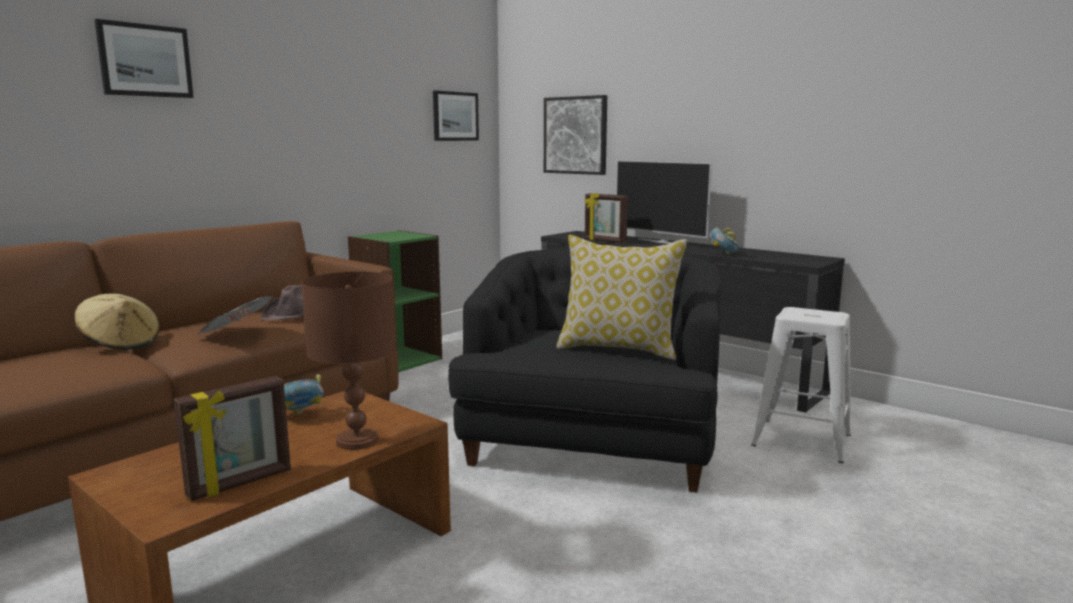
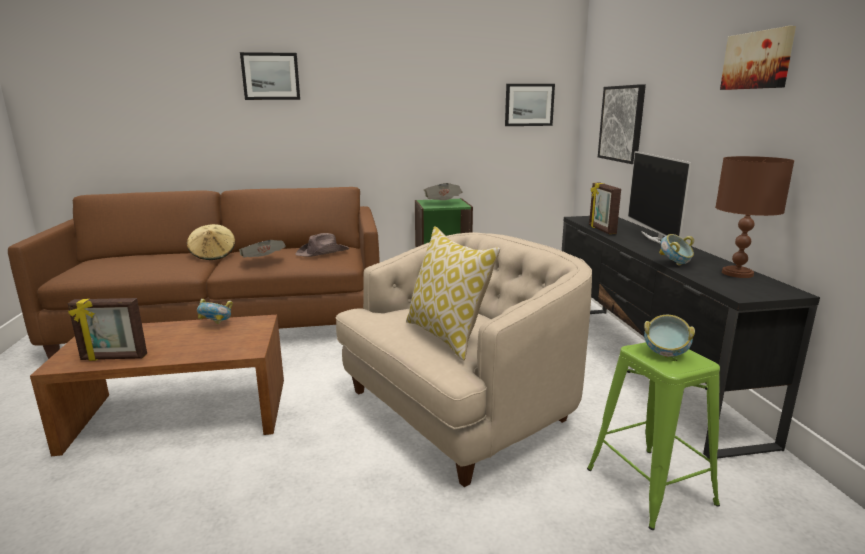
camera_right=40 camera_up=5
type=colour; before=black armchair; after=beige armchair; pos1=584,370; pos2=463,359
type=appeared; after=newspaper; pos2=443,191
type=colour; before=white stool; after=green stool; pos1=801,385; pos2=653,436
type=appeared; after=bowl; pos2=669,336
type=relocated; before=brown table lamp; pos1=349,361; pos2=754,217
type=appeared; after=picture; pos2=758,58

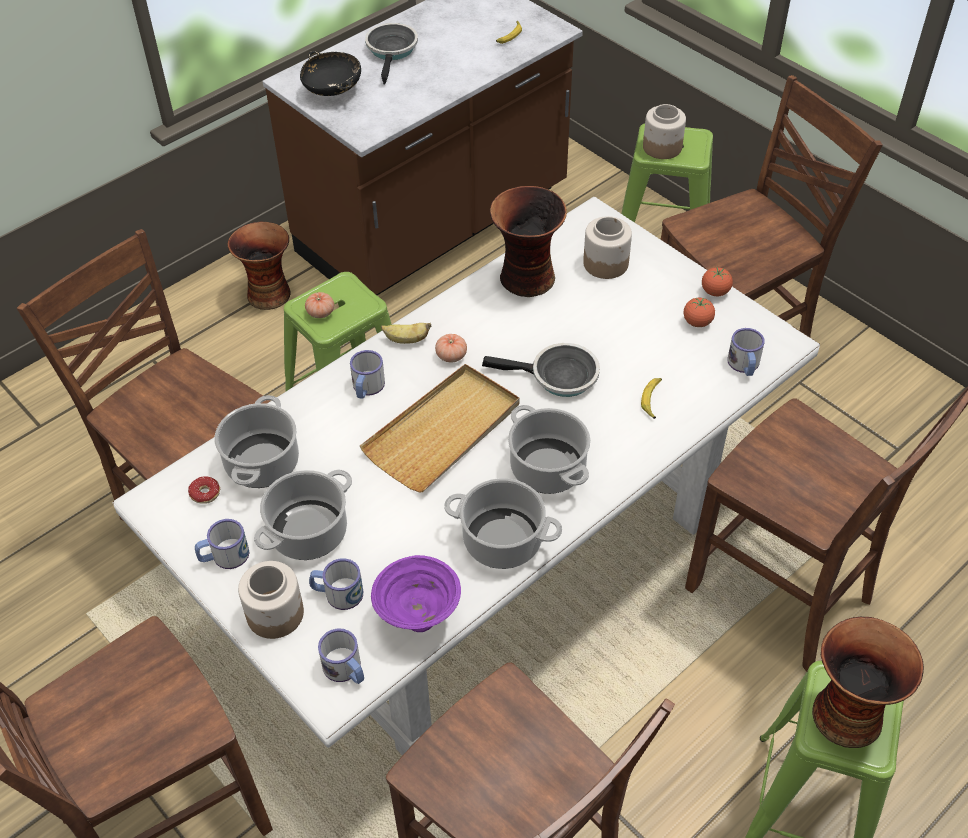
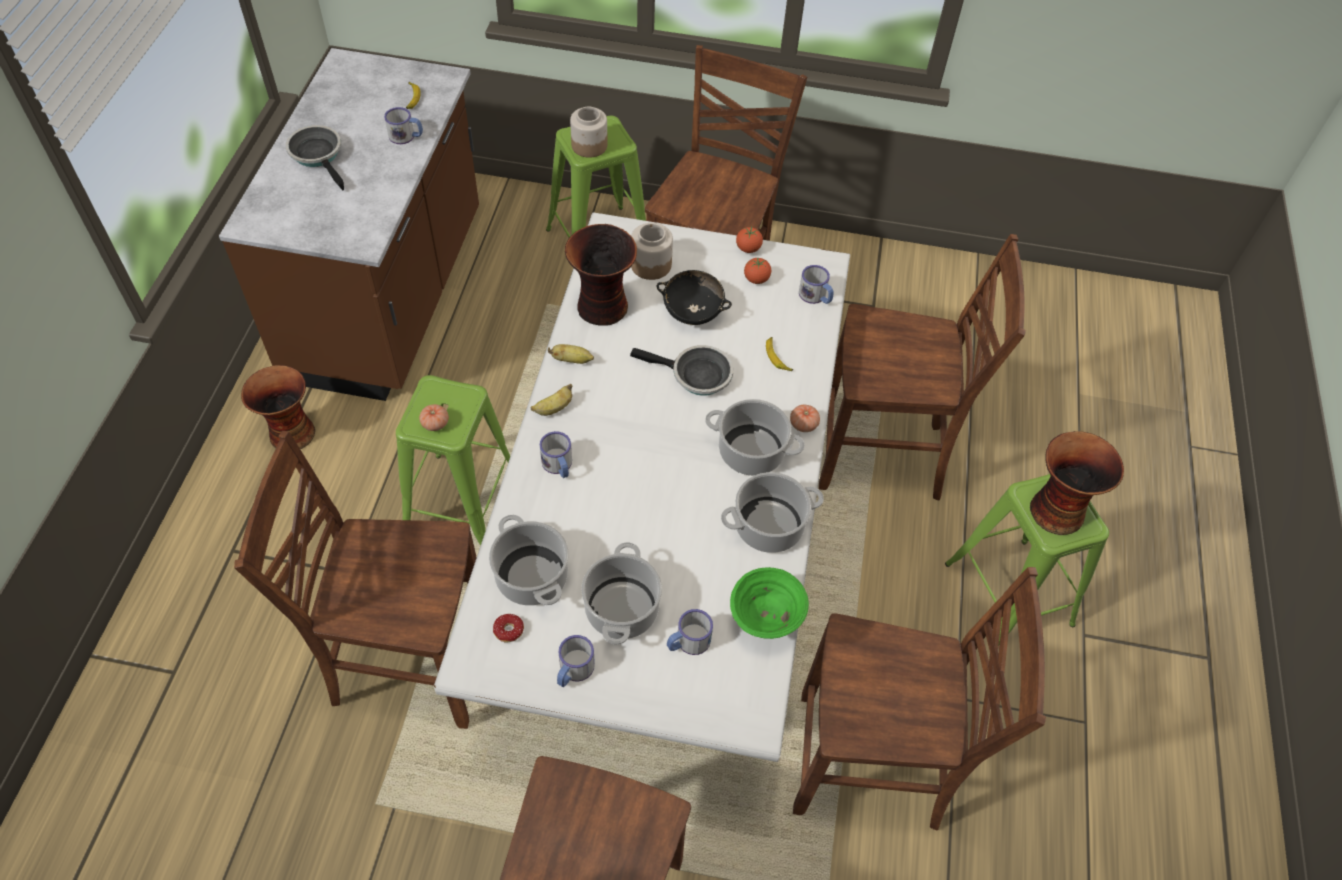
camera_right=-40 camera_up=5
type=relocated; before=mug; pos1=341,656; pos2=403,125
type=appeared; after=banana; pos2=571,354
type=spun; before=frying pan; pos1=541,370; pos2=681,370; turn=45
type=relocated; before=black bowl; pos1=330,73; pos2=694,297
type=colour; before=purple bowl; after=green bowl; pos1=416,593; pos2=769,603
type=relocated; before=tomato; pos1=451,348; pos2=805,418
type=missing; before=jar; pos1=271,600
type=missing; before=beige tray; pos1=440,428

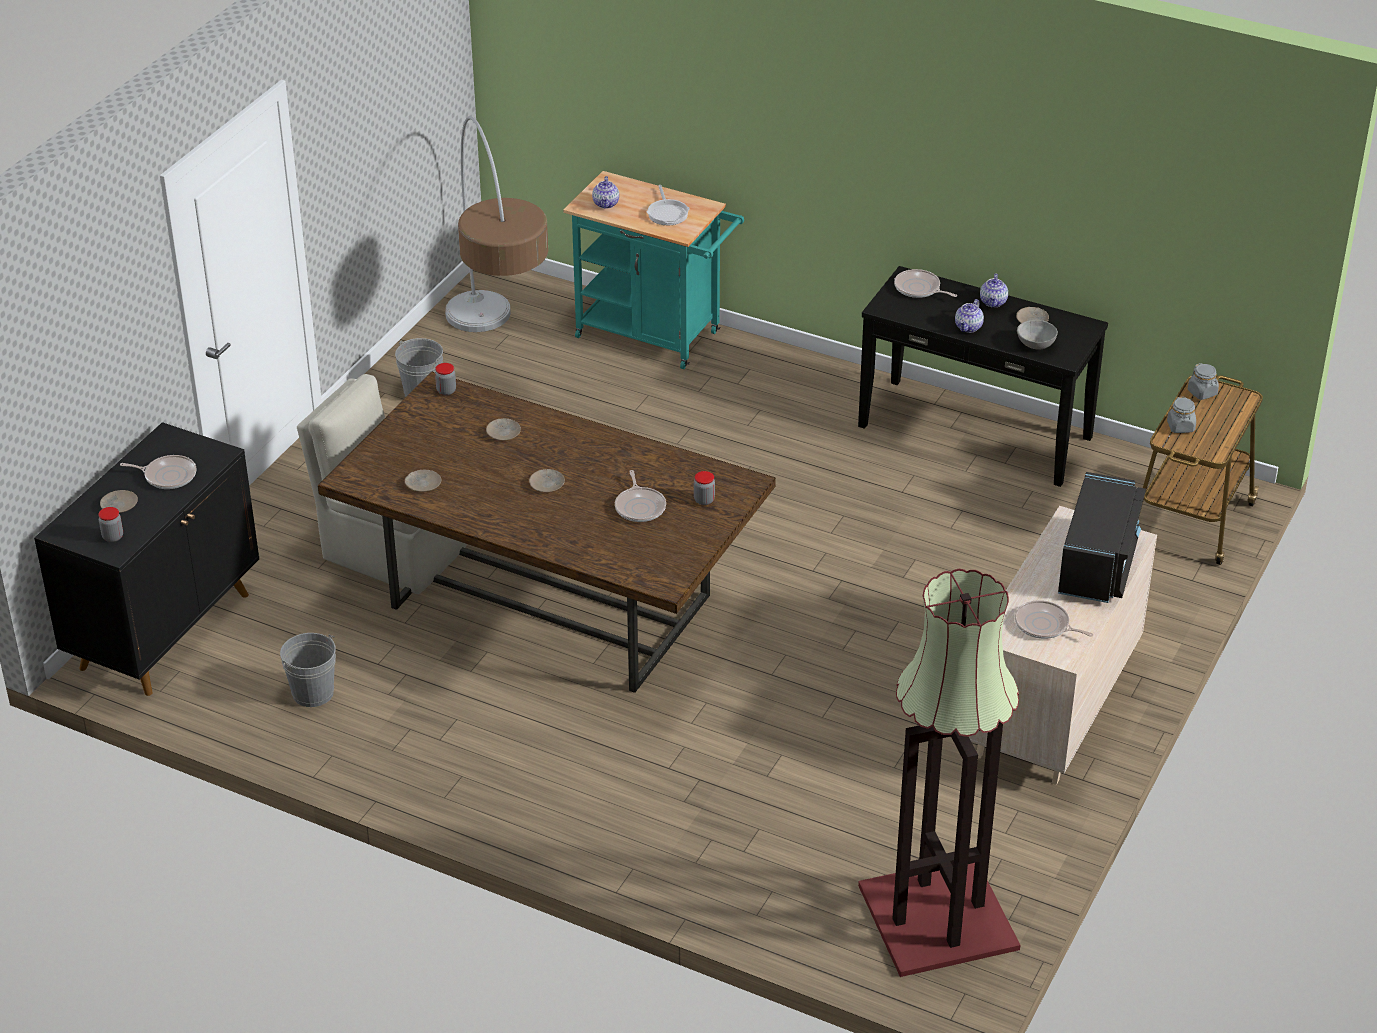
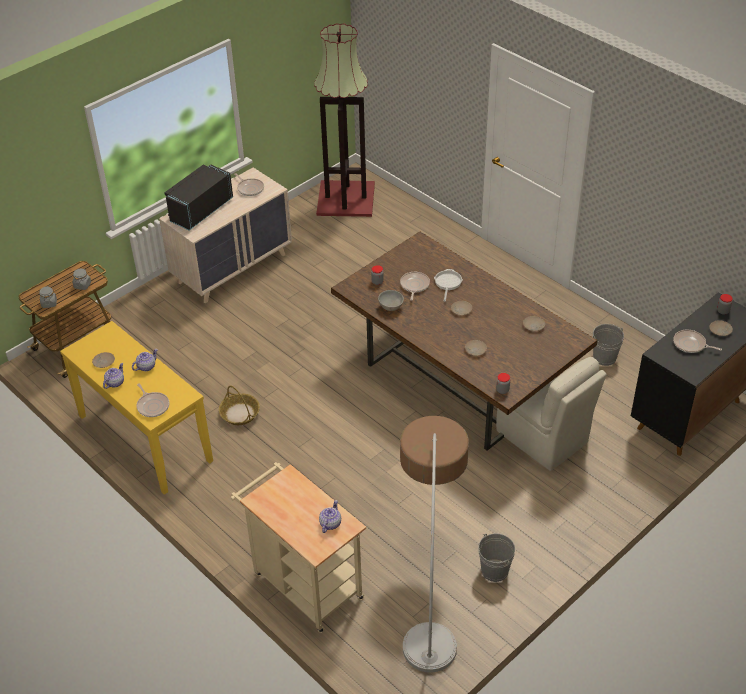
camera_right=-160 camera_up=5
type=colour; before=black console table; after=yellow console table; pos1=983,376; pos2=136,408
type=appeared; after=basket; pos2=239,405
type=colour; before=turquoise cart; after=beige cart; pos1=653,270; pos2=298,547
type=relocated; before=grey bowl; pos1=1037,335; pos2=391,300
type=relocated; before=frying pan; pos1=668,205; pos2=448,285

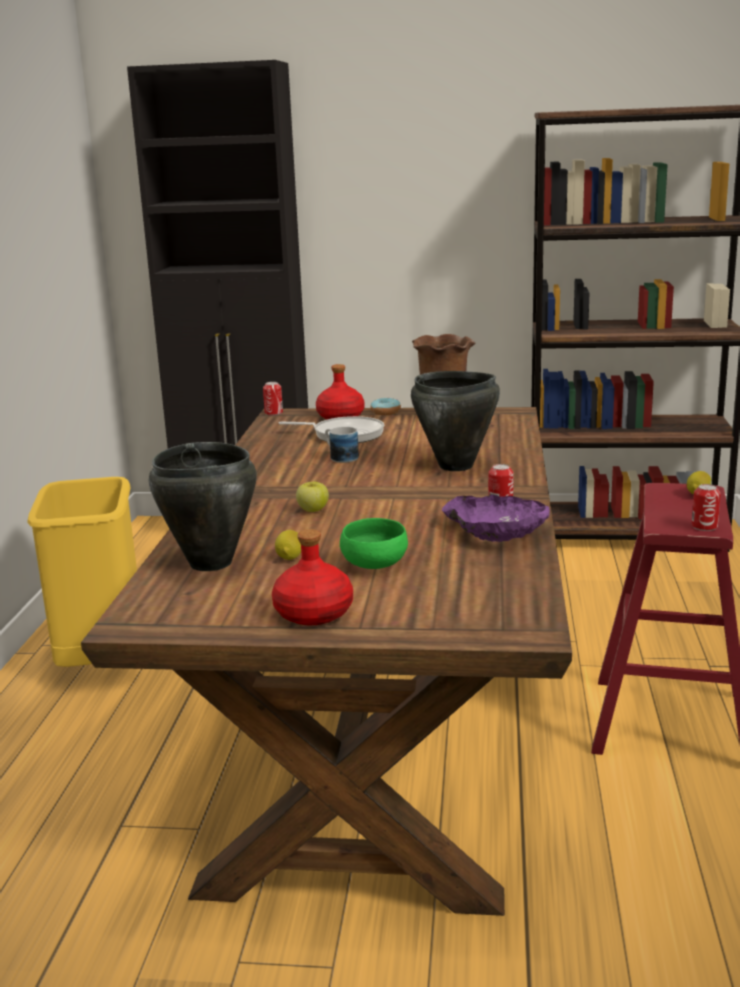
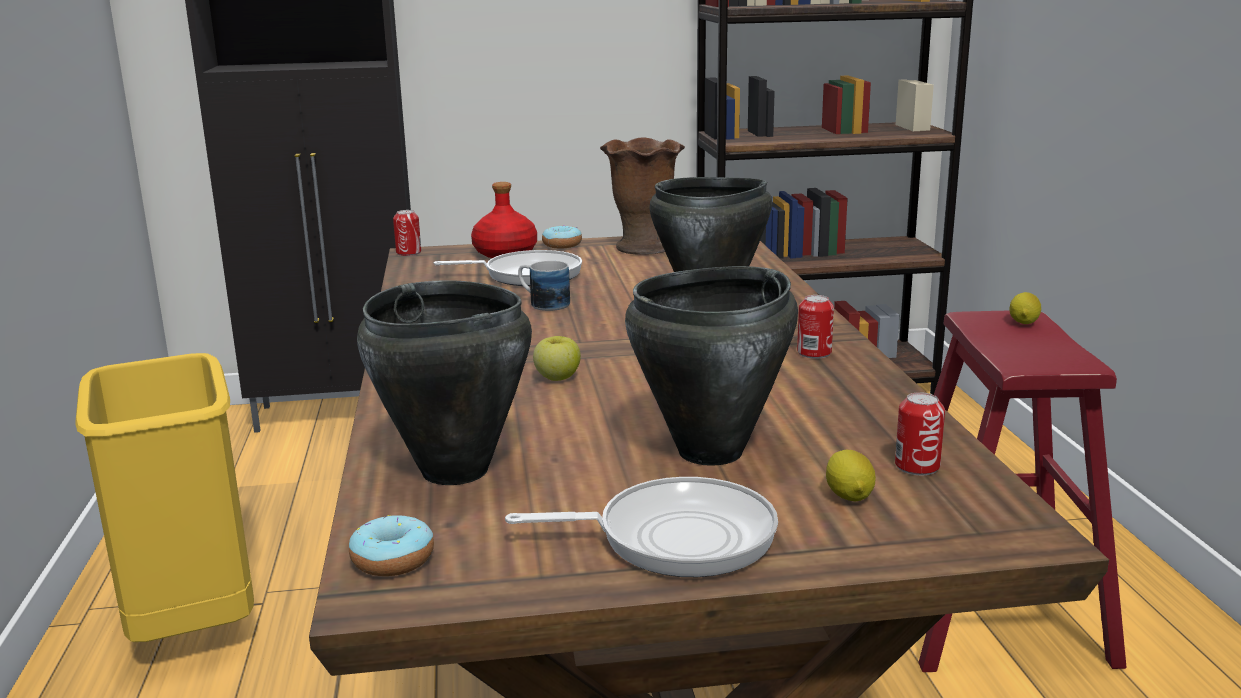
camera_right=-15 camera_up=0
type=appeared; after=donut; pos2=391,545
type=exchanged; before=red bottle; after=frying pan; pos1=312,577; pos2=641,527
type=exchanged; before=green bowl; after=black cooking pot; pos1=374,543; pos2=711,365
type=relocated; before=lemon; pos1=288,545; pos2=851,475
type=relocated; before=can; pos1=706,507; pos2=920,433
type=missing; before=purple bowl; pos1=496,518

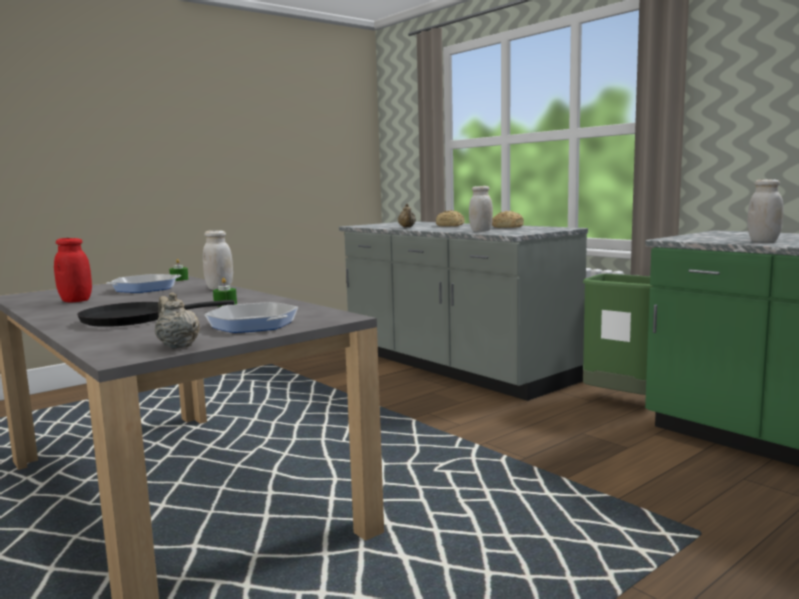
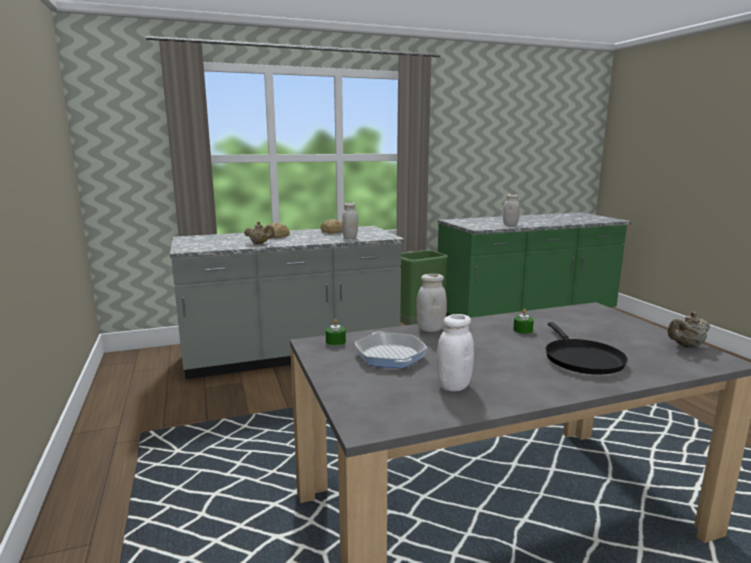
camera_right=-70 camera_up=5
type=colour; before=red jar; after=white jar; pos1=73,270; pos2=455,352
type=missing; before=frying pan; pos1=251,317

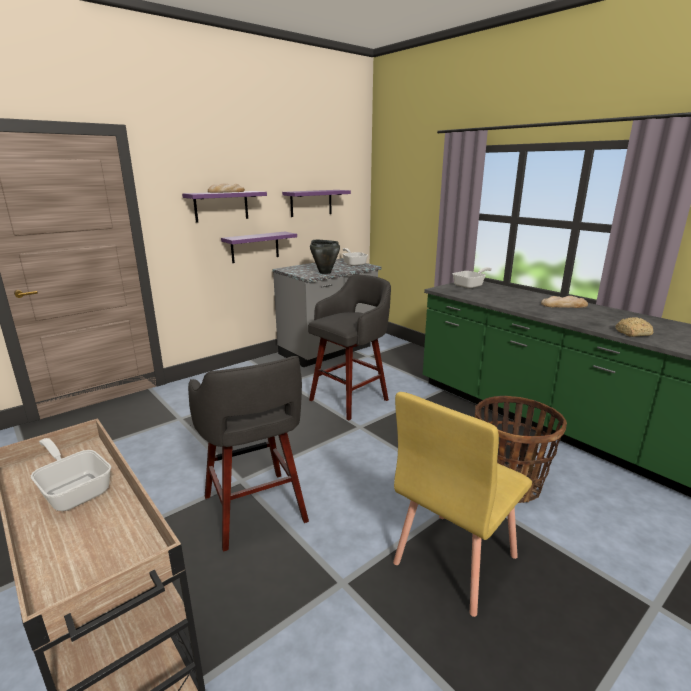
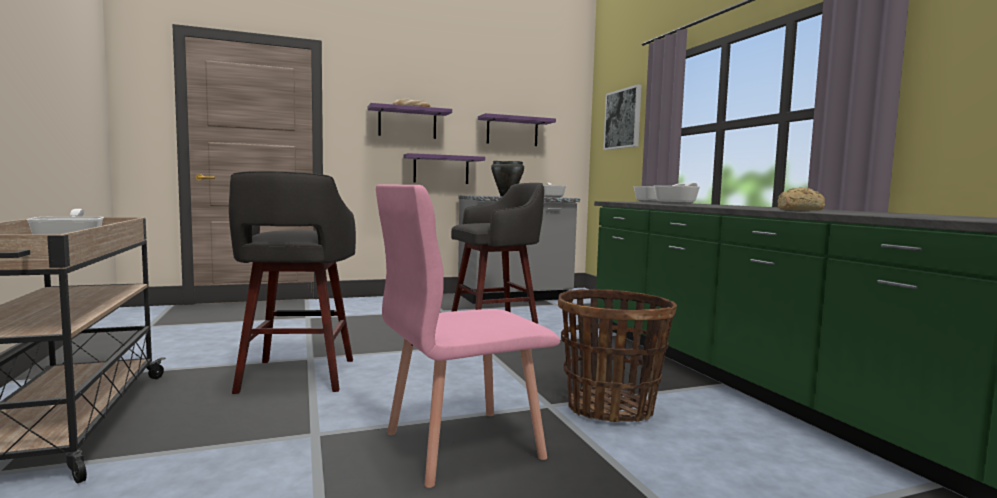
camera_right=20 camera_up=-15
type=colour; before=yellow chair; after=pink chair; pos1=462,504; pos2=468,336
type=appeared; after=picture; pos2=622,117
type=appeared; after=frying pan; pos2=677,193
type=missing; before=bread; pos1=564,302

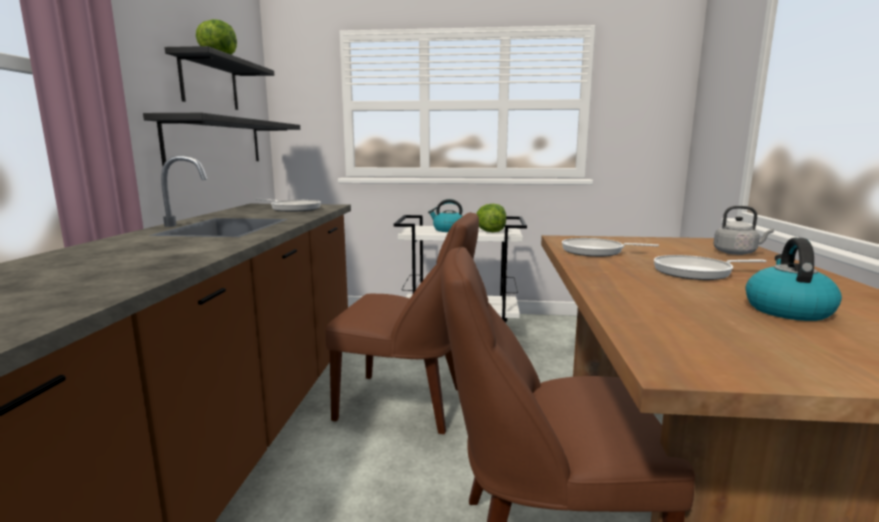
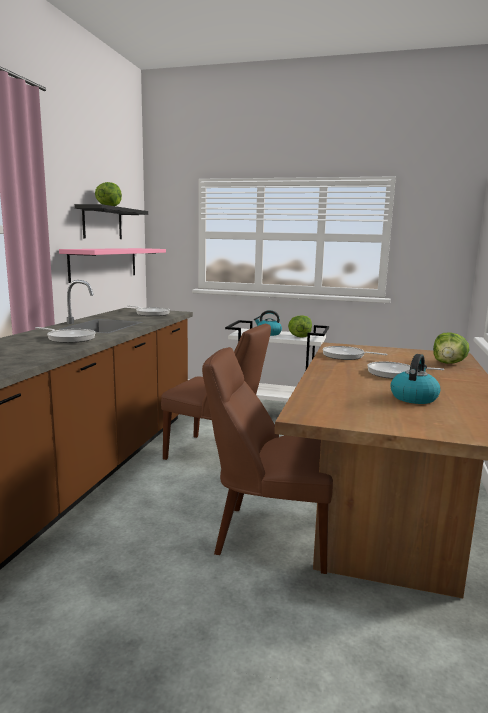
camera_right=10 camera_up=0
type=appeared; after=frying pan; pos2=65,335
type=colour; before=black shelf; after=pink shelf; pos1=221,139; pos2=112,265
type=exchanged; before=grey kettle; after=lettuce; pos1=743,230; pos2=451,348

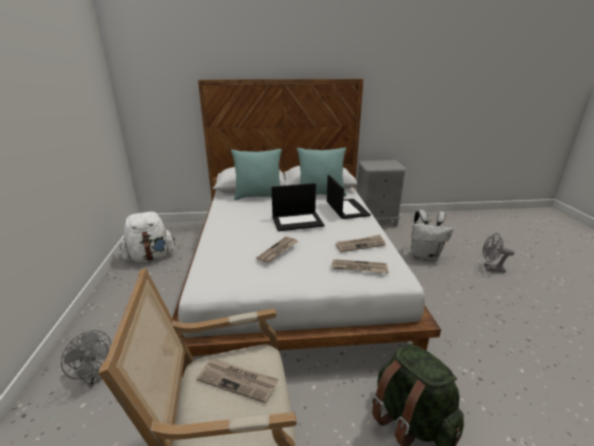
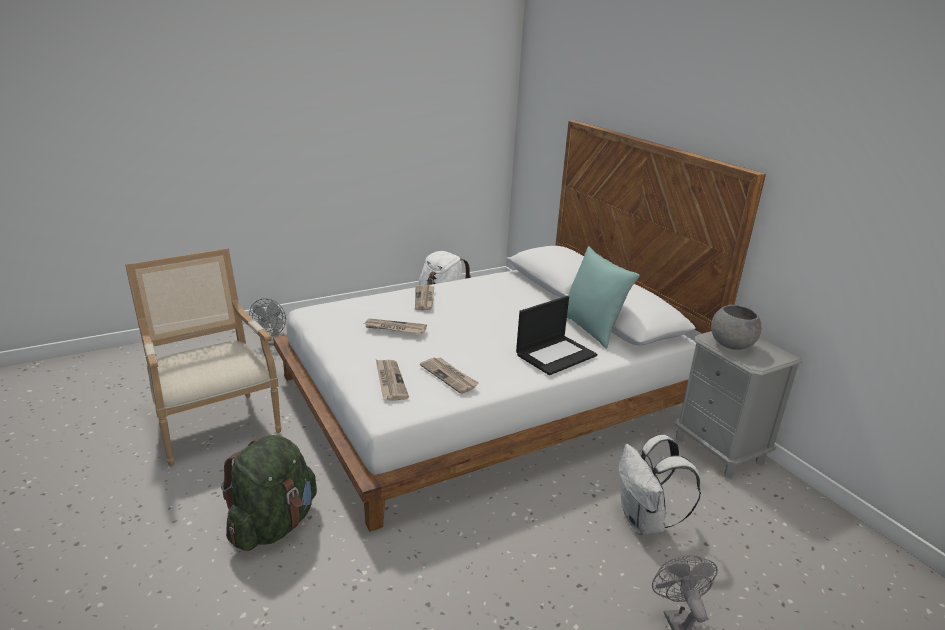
camera_right=65 camera_up=0
type=relocated; before=newspaper; pos1=237,381; pos2=424,297
type=appeared; after=grey bowl; pos2=736,327
type=missing; before=turquoise pillow; pos1=256,174
type=missing; before=laptop; pos1=298,207

